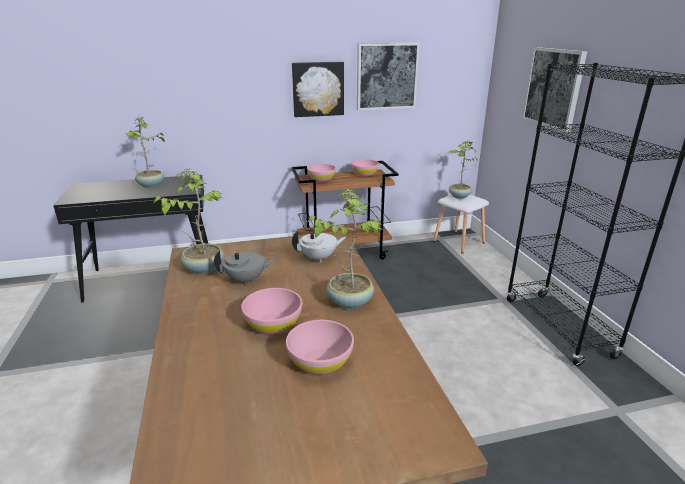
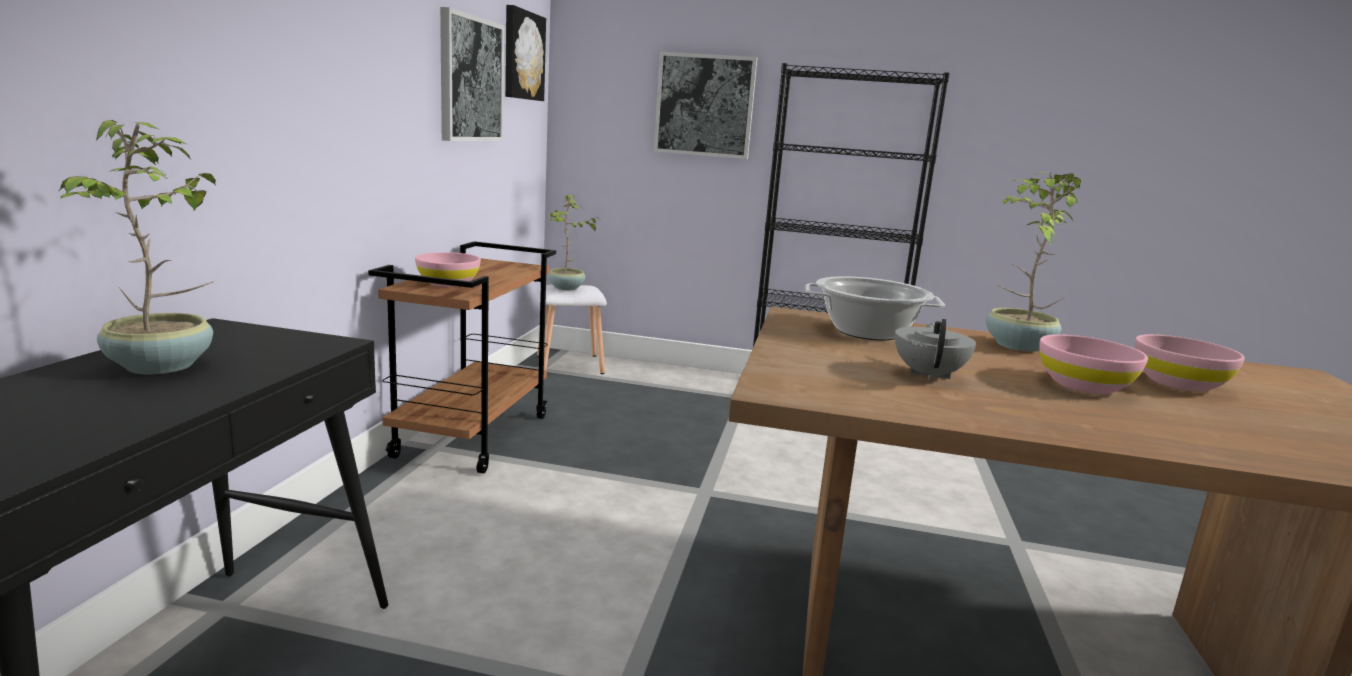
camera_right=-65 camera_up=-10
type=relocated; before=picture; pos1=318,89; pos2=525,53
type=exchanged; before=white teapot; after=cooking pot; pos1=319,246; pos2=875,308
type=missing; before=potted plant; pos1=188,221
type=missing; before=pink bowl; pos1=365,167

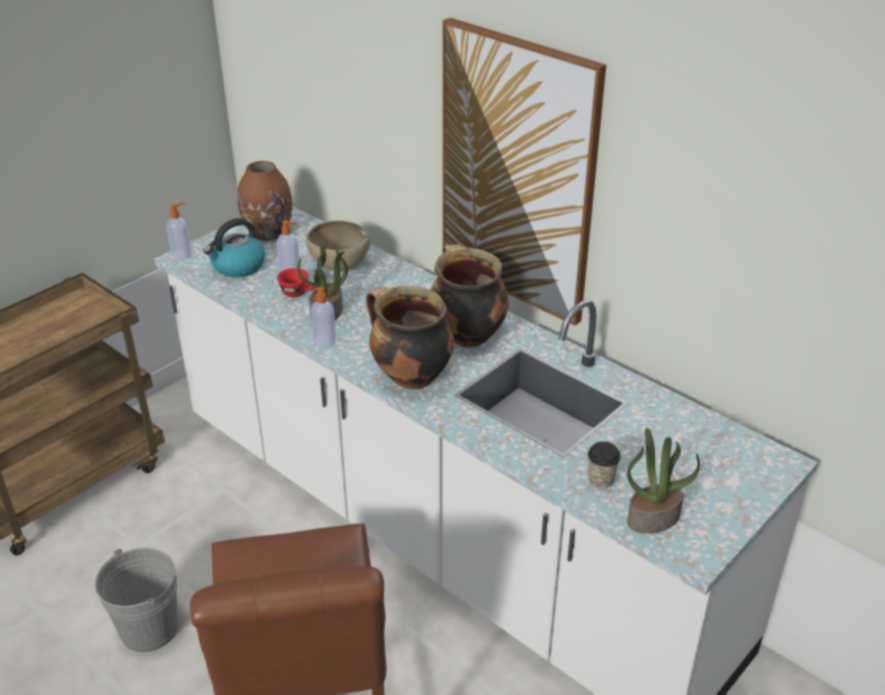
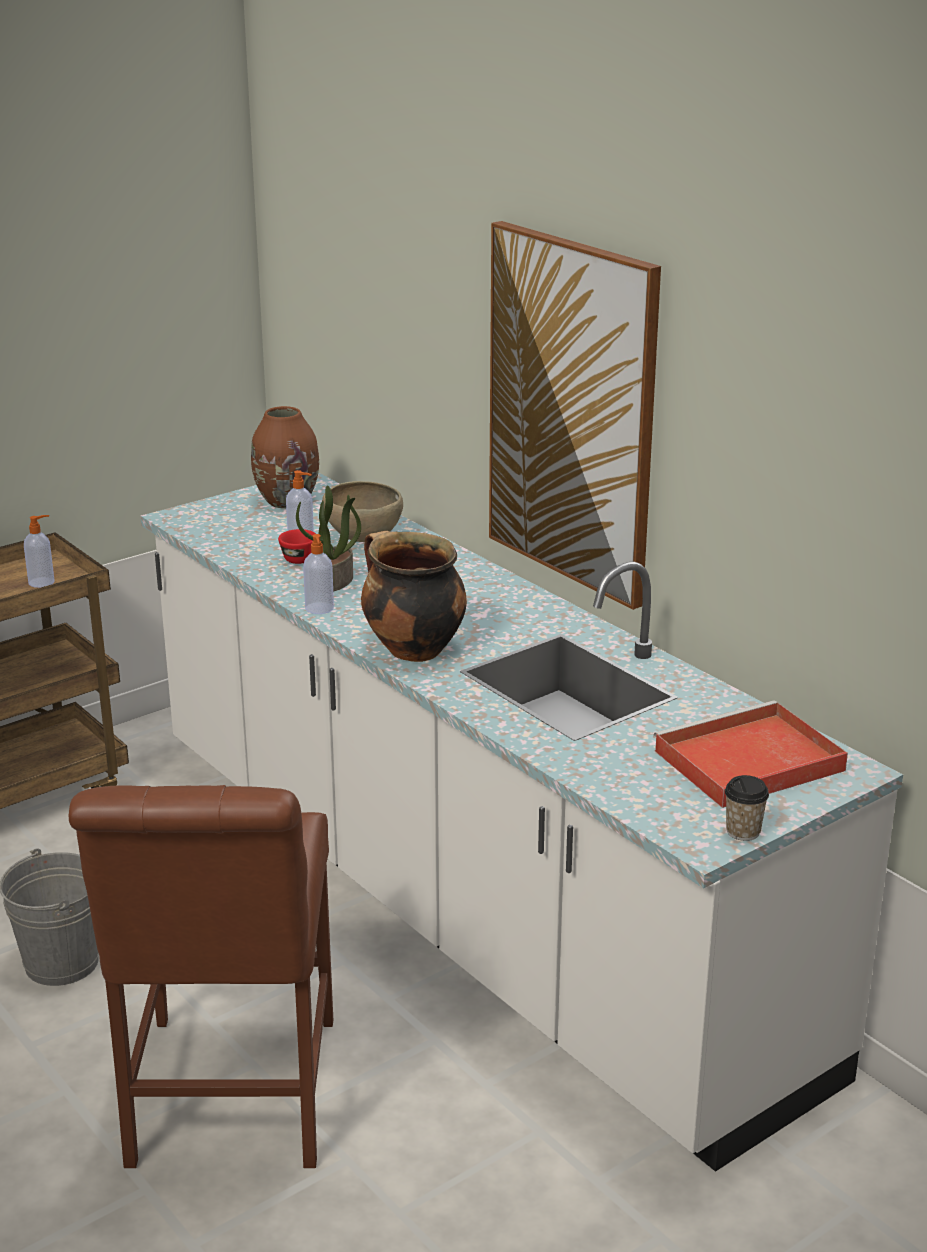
camera_right=10 camera_up=-10
type=relocated; before=soap dispenser; pos1=179,231; pos2=39,551
type=appeared; after=red tray; pos2=751,754
type=relocated; before=cup; pos1=604,465; pos2=747,808
type=missing; before=kettle; pos1=234,247
type=missing; before=cooking pot; pos1=470,296
type=missing; before=potted plant; pos1=663,481

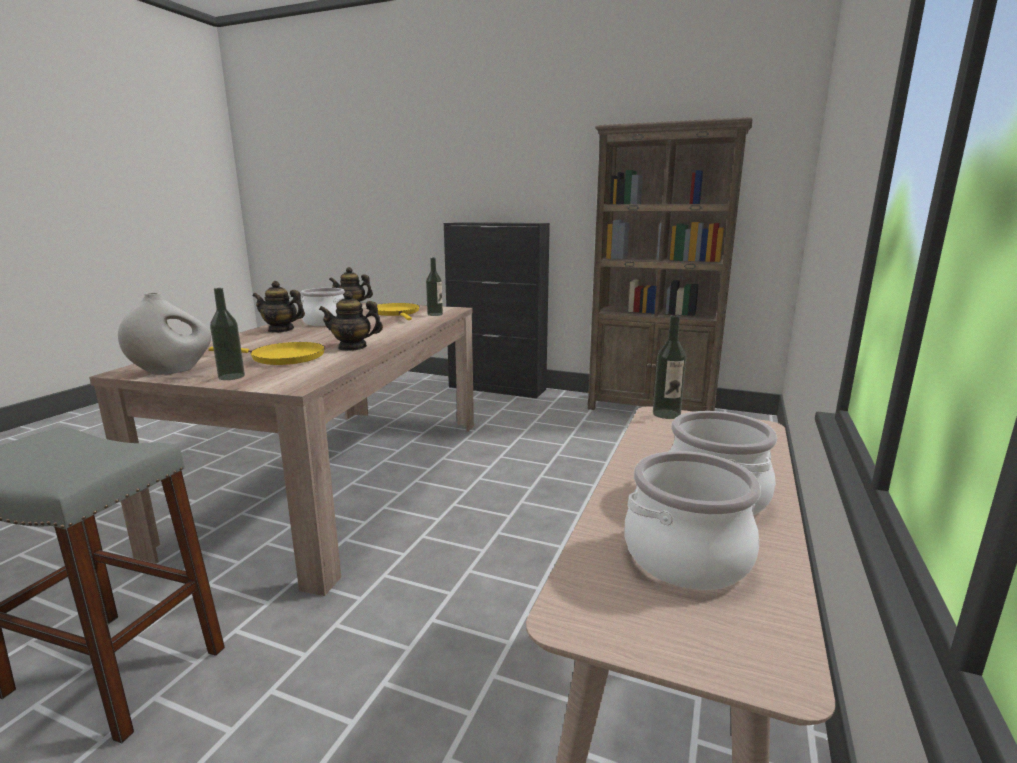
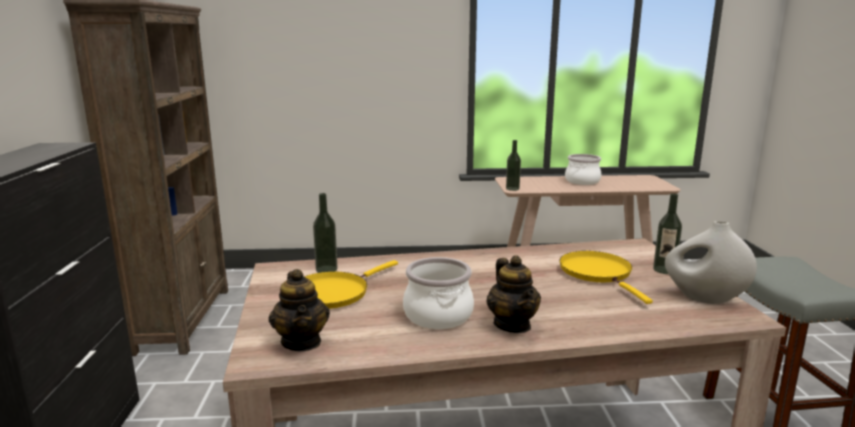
camera_right=-115 camera_up=0
type=missing; before=teapot; pos1=351,321
type=missing; before=cooking pot; pos1=692,520

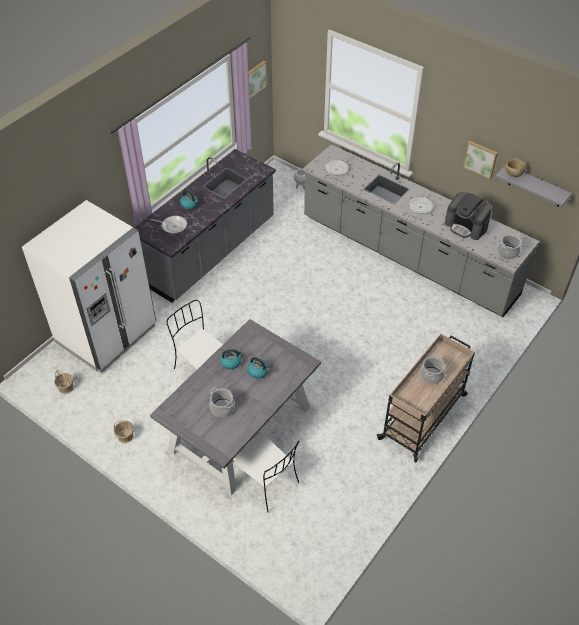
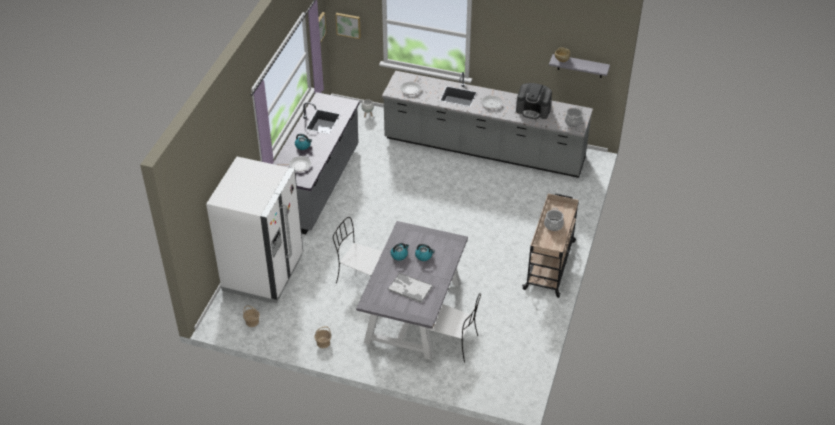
camera_right=-20 camera_up=-5
type=relocated; before=picture; pos1=480,160; pos2=348,26
type=exchanged; before=cooking pot; after=tray; pos1=222,402; pos2=410,288

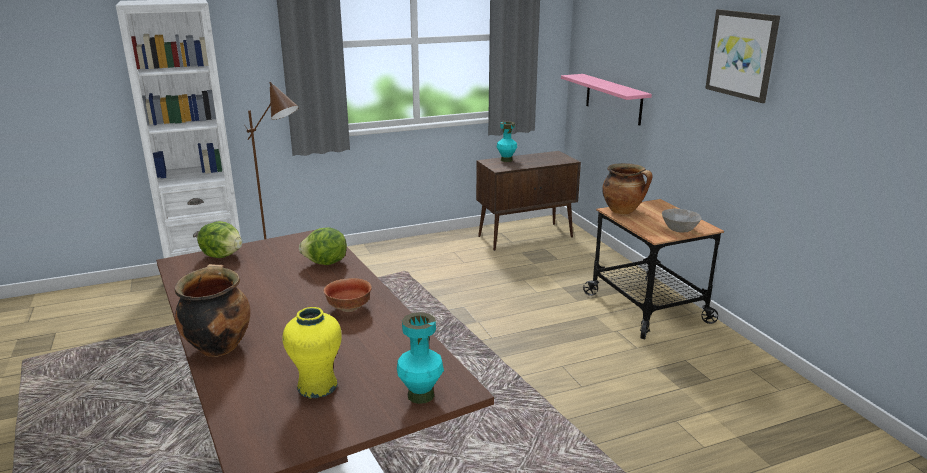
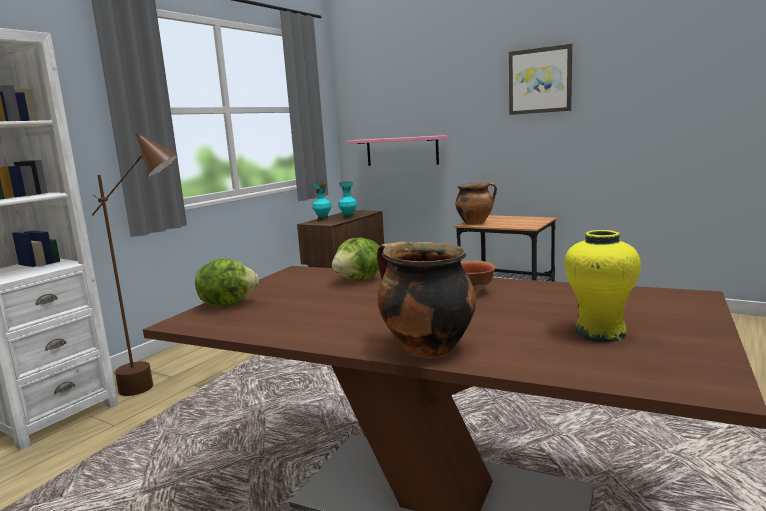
camera_right=-35 camera_up=-10
type=relocated; before=turquoise vase; pos1=420,358; pos2=347,200
type=missing; before=grey bowl; pos1=681,220

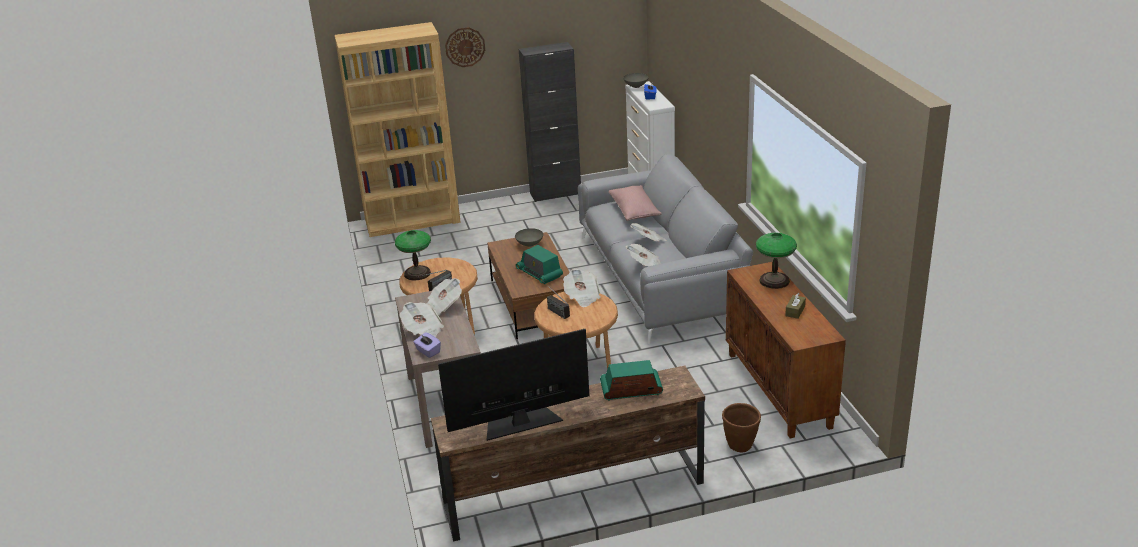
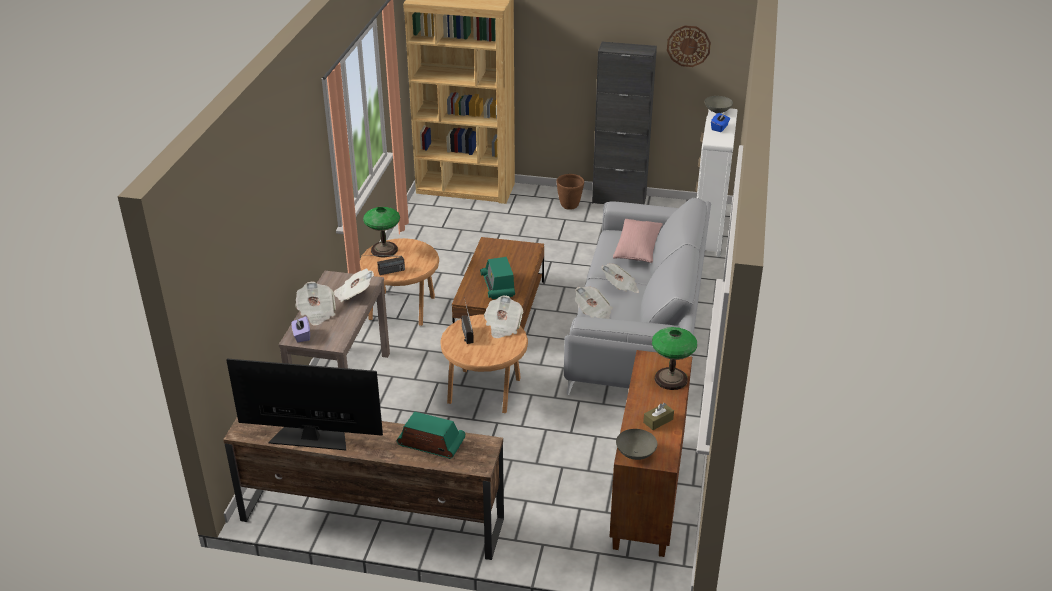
camera_right=25 camera_up=5
type=relocated; before=brown planter; pos1=741,428; pos2=570,192
type=relocated; before=grey bowl; pos1=529,237; pos2=636,444
type=relocated; before=wall clock; pos1=465,47; pos2=689,46

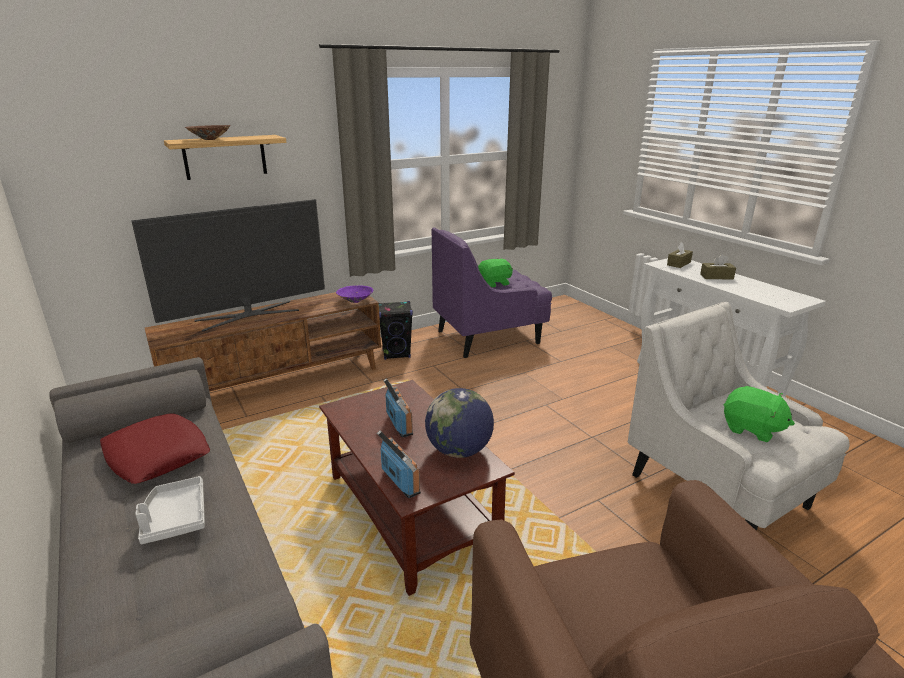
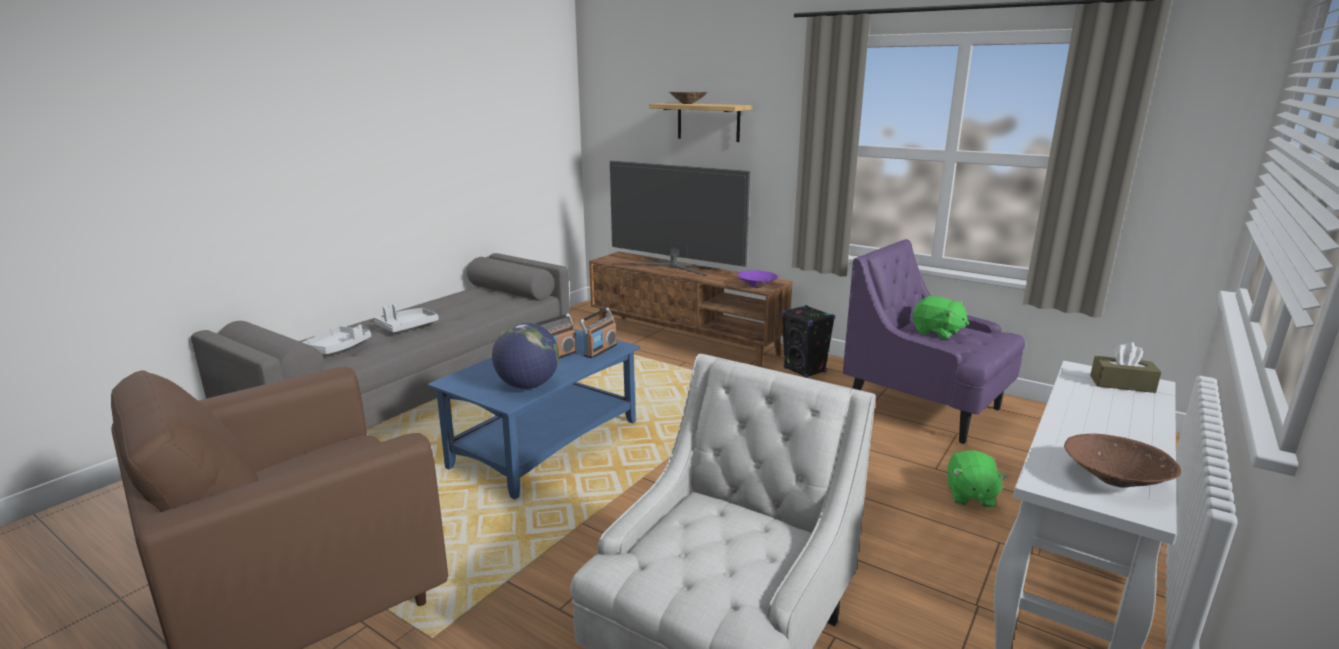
camera_right=65 camera_up=-5
type=appeared; after=grey tray; pos2=336,339
type=colour; before=brown coffee table; after=blue coffee table; pos1=417,488; pos2=534,414
type=relocated; before=radio; pos1=399,464; pos2=598,333
type=relocated; before=green plush toy; pos1=759,414; pos2=977,479
type=appeared; after=brown bowl; pos2=1122,460
type=missing; before=red pillow; pos1=155,448
type=missing; before=brown tissue box; pos1=718,267

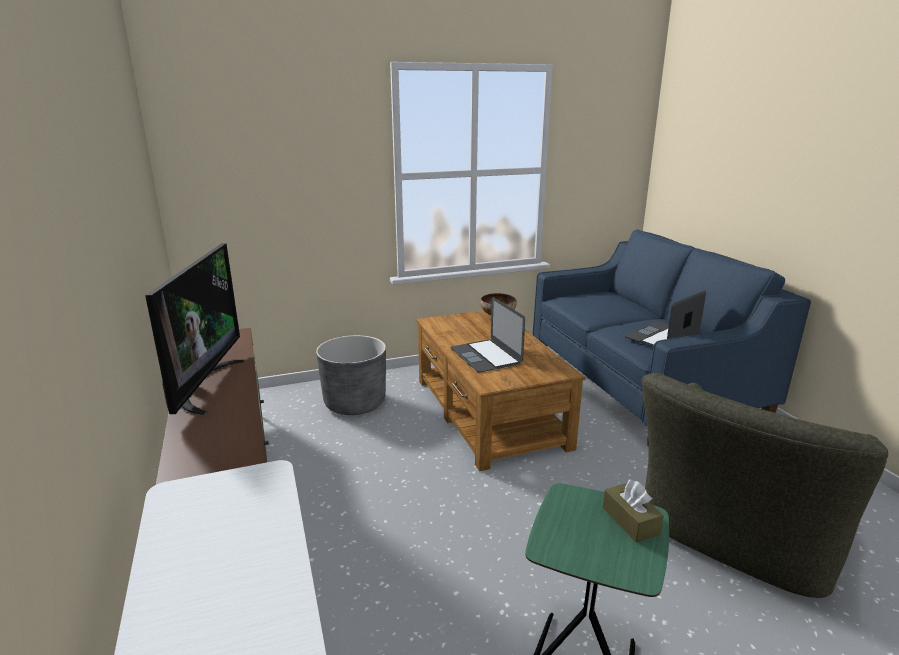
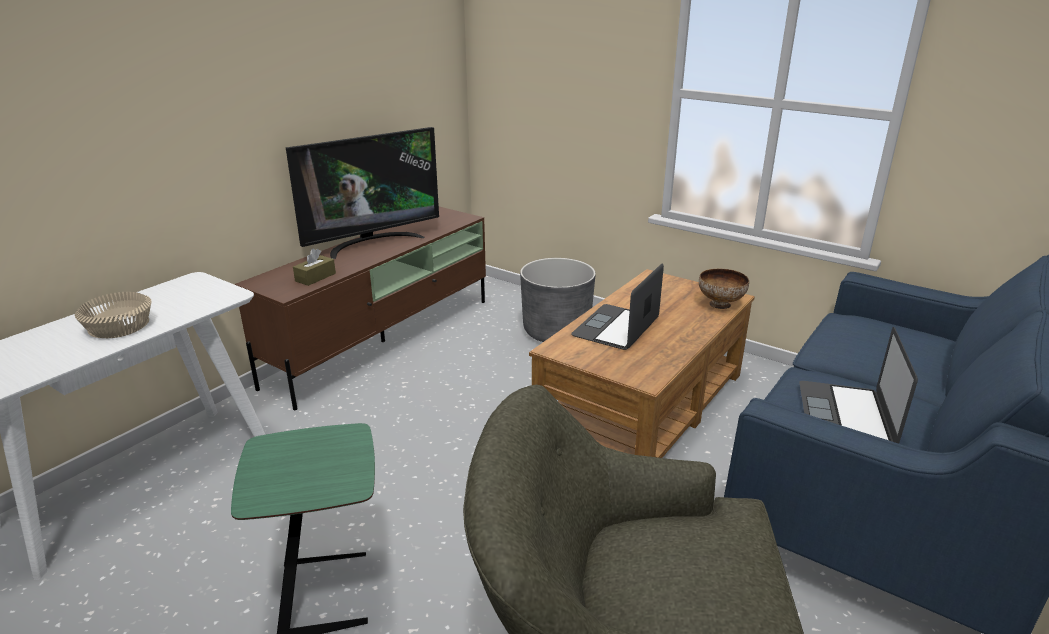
camera_right=55 camera_up=5
type=appeared; after=beige bowl; pos2=113,315
type=relocated; before=brown tissue box; pos1=633,511; pos2=314,267
type=spun; before=laptop; pos1=665,318; pos2=858,385; turn=-90

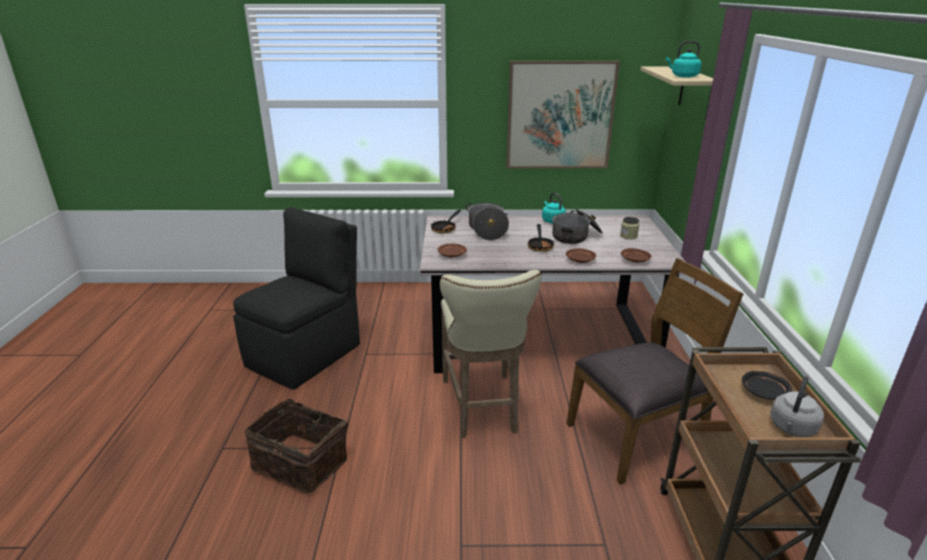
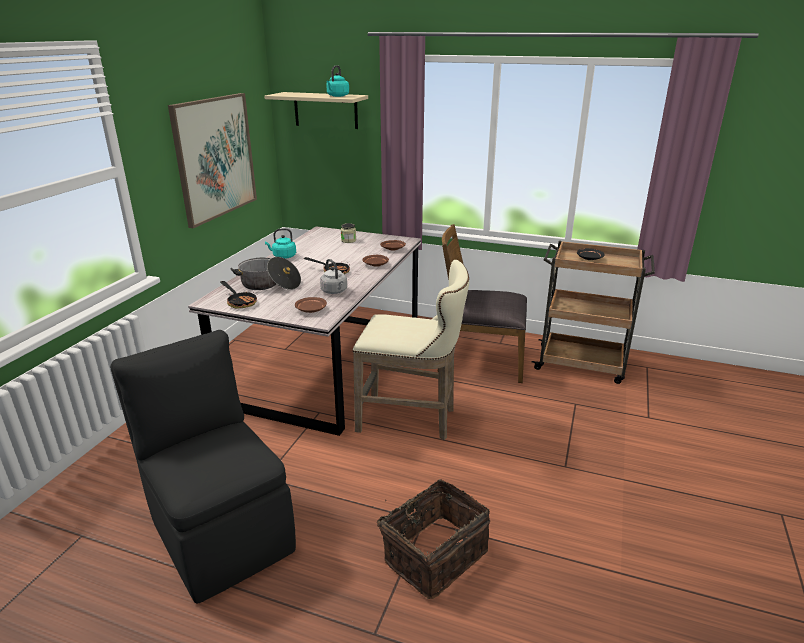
camera_right=-70 camera_up=0
type=relocated; before=grey kettle; pos1=797,406; pos2=333,276
type=spun; before=brown chair; pos1=655,371; pos2=482,303; turn=-75
type=missing; before=cooking pot; pos1=577,226

